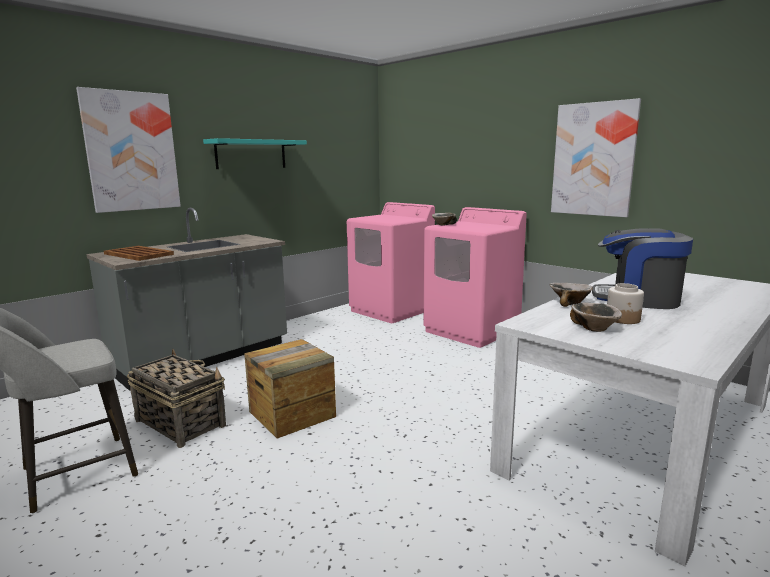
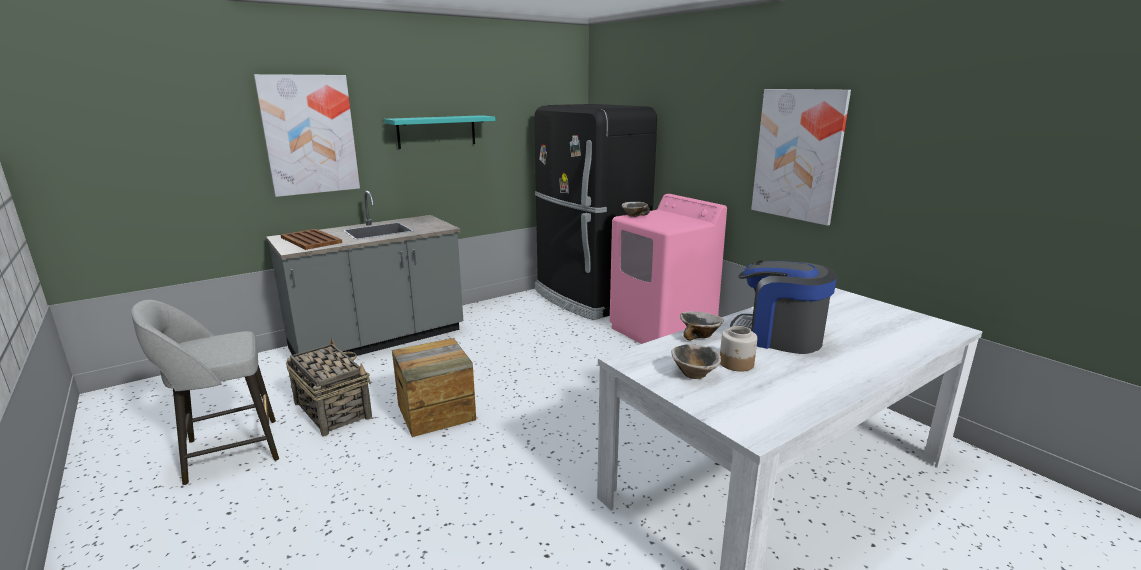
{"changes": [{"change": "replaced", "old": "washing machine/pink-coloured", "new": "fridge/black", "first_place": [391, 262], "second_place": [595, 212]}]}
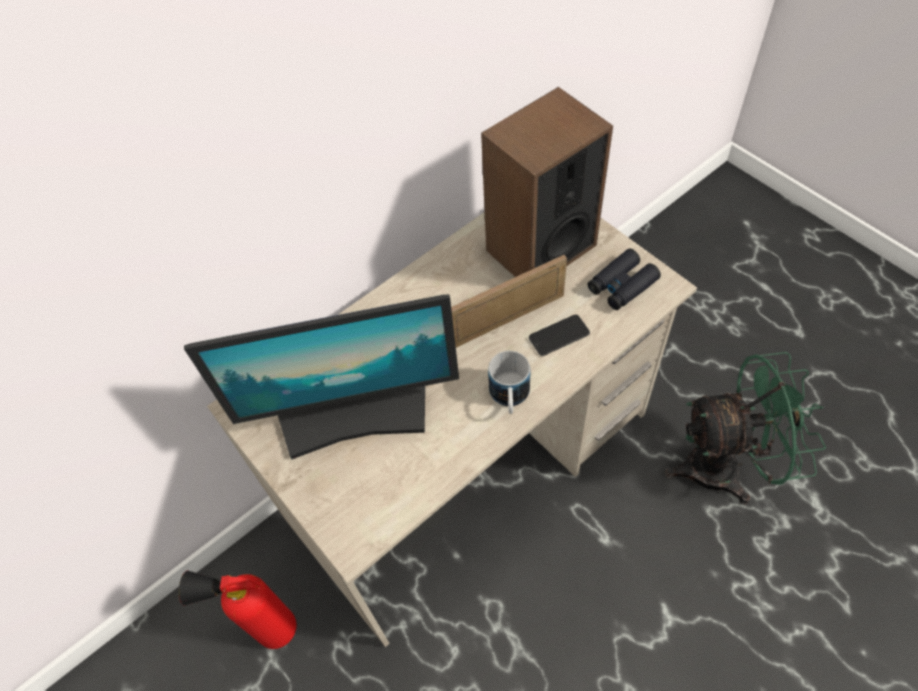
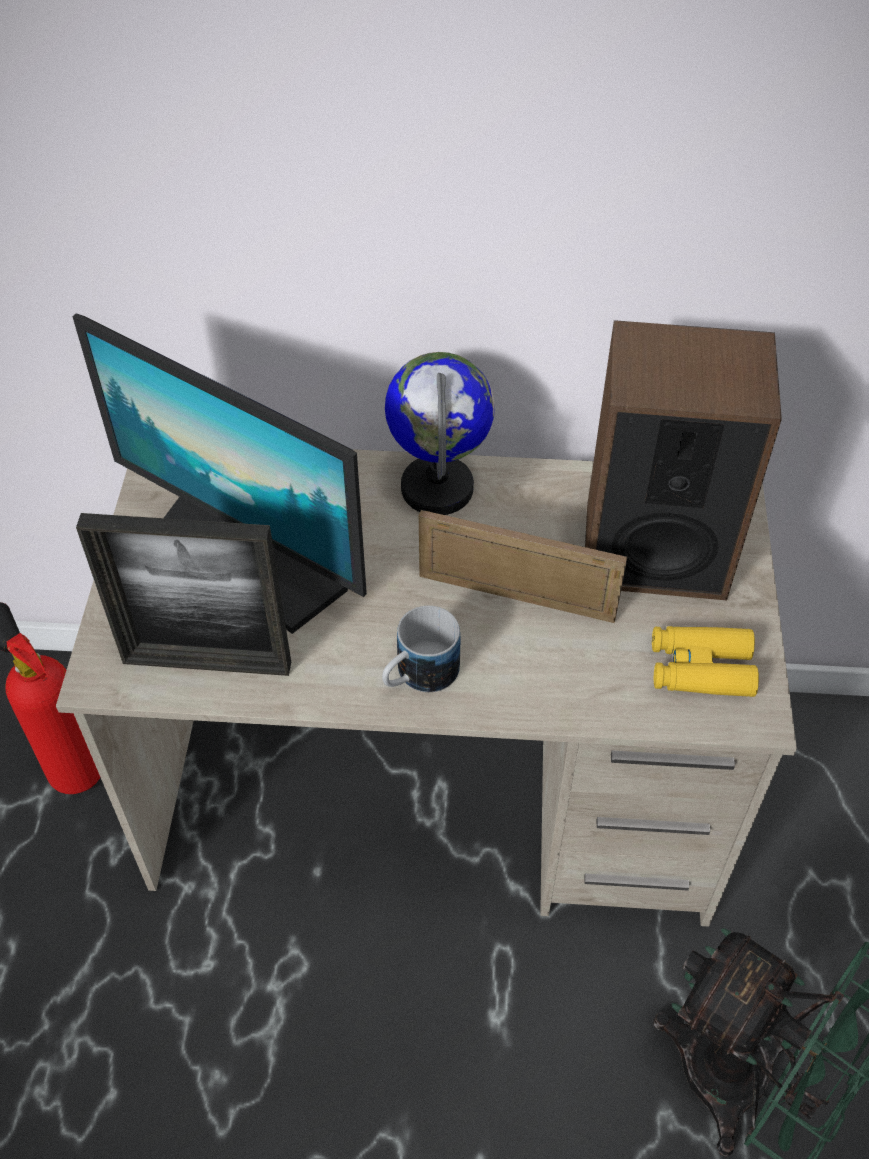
{"changes": [{"change": "removed", "old": "handset", "first_place": [559, 335]}, {"change": "recoloured", "old": "pair of binoculars/black", "new": "pair of binoculars/yellow", "first_place": [624, 279], "second_place": [705, 661]}, {"change": "added", "new": "picture frame", "second_place": [183, 594]}, {"change": "added", "new": "globe", "second_place": [440, 433]}]}
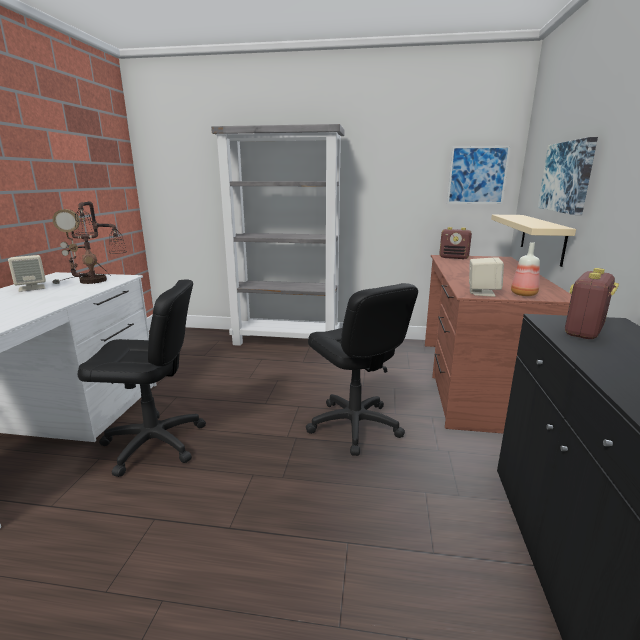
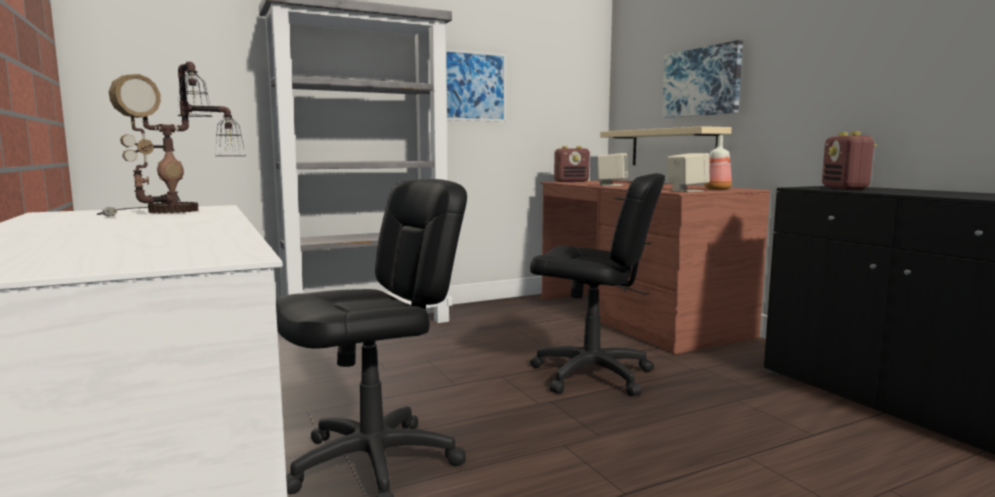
{"changes": [{"change": "moved", "old": "audio speaker/beige-coloured", "first_place": [27, 273], "second_place": [612, 169]}, {"change": "moved", "old": "wall art", "first_place": [478, 175], "second_place": [476, 85]}]}
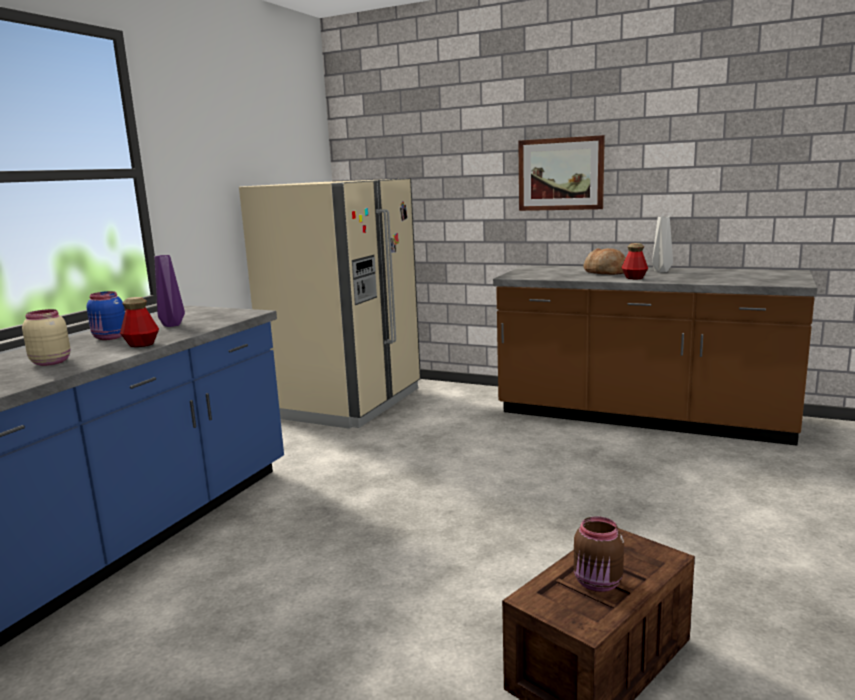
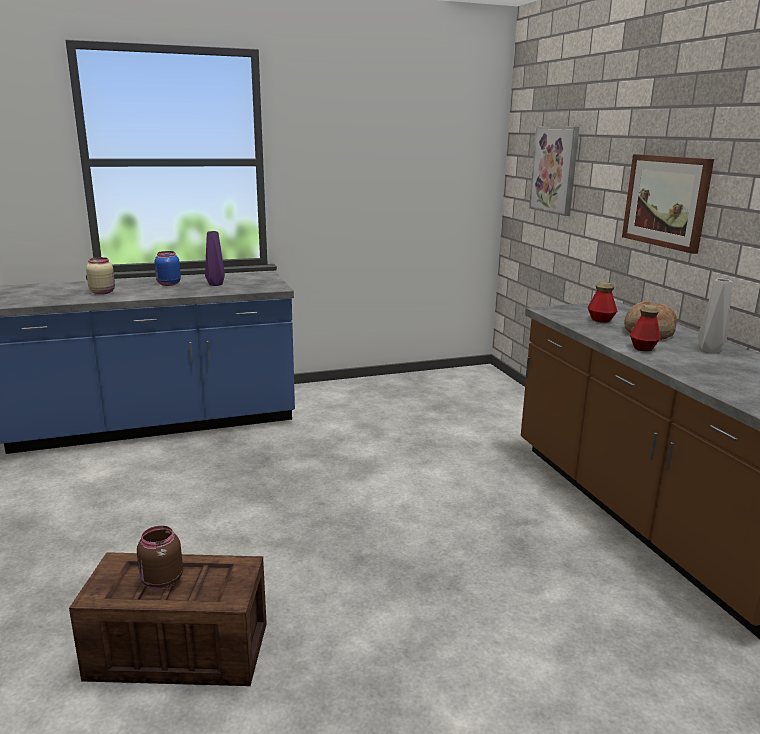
{"changes": [{"change": "moved", "old": "beverage bottle", "first_place": [139, 322], "second_place": [602, 302]}, {"change": "removed", "old": "fridge/beige-coloured", "first_place": [330, 303]}, {"change": "added", "new": "wall art", "second_place": [554, 171]}]}
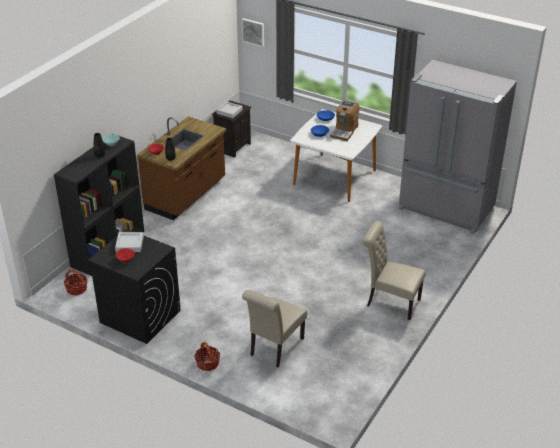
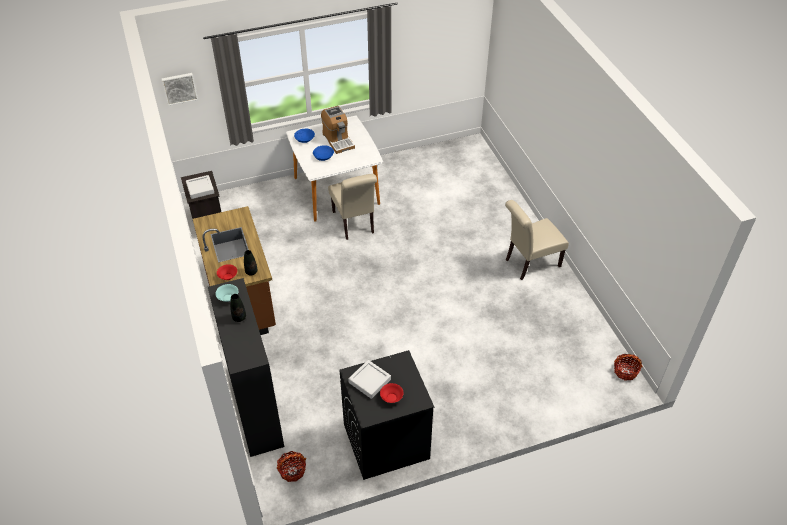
{"changes": [{"change": "moved", "old": "basket", "first_place": [207, 356], "second_place": [628, 367]}, {"change": "moved", "old": "chair/beige-coloured", "first_place": [274, 328], "second_place": [352, 207]}, {"change": "removed", "old": "fridge/greyish", "first_place": [458, 147]}]}
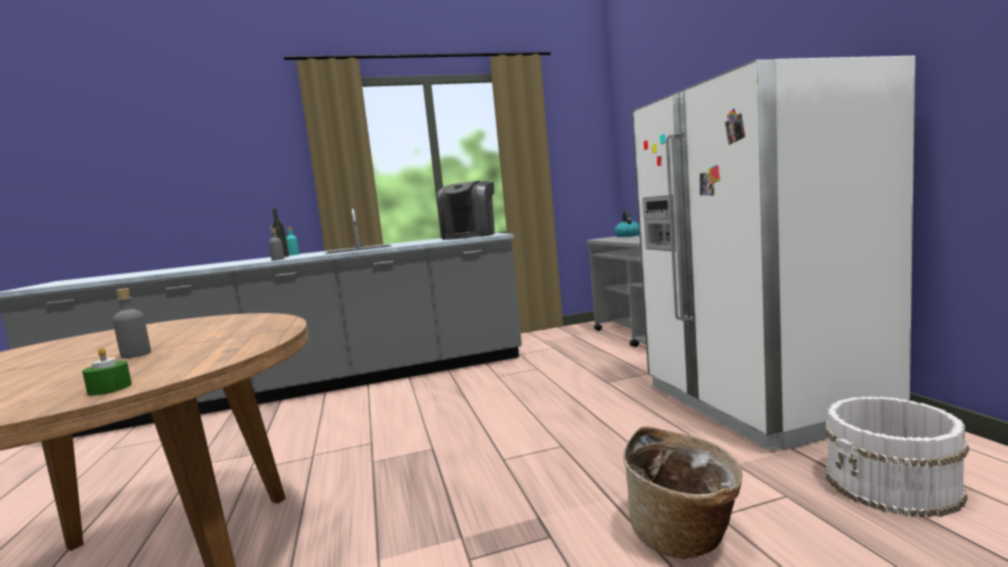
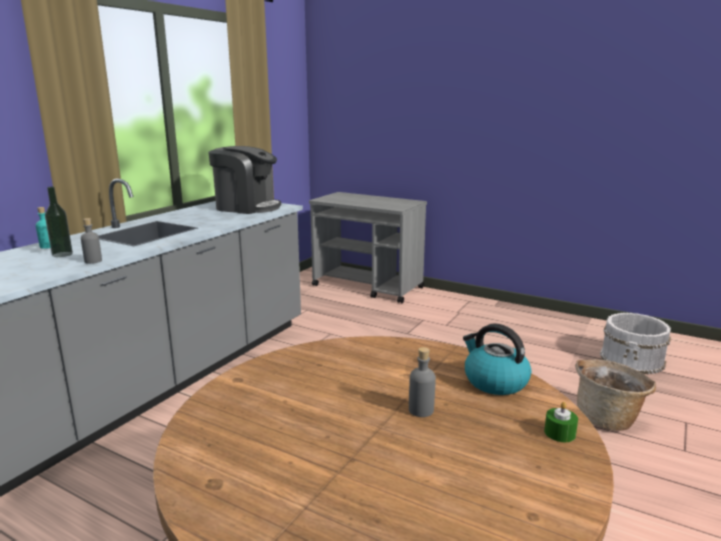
{"changes": [{"change": "turned", "old": "coffee brewer", "first_place": [466, 210], "second_place": [245, 180], "degrees": -45}, {"change": "moved", "old": "kettle", "first_place": [627, 224], "second_place": [497, 359]}, {"change": "removed", "old": "fridge/white-coloured", "first_place": [773, 253]}]}
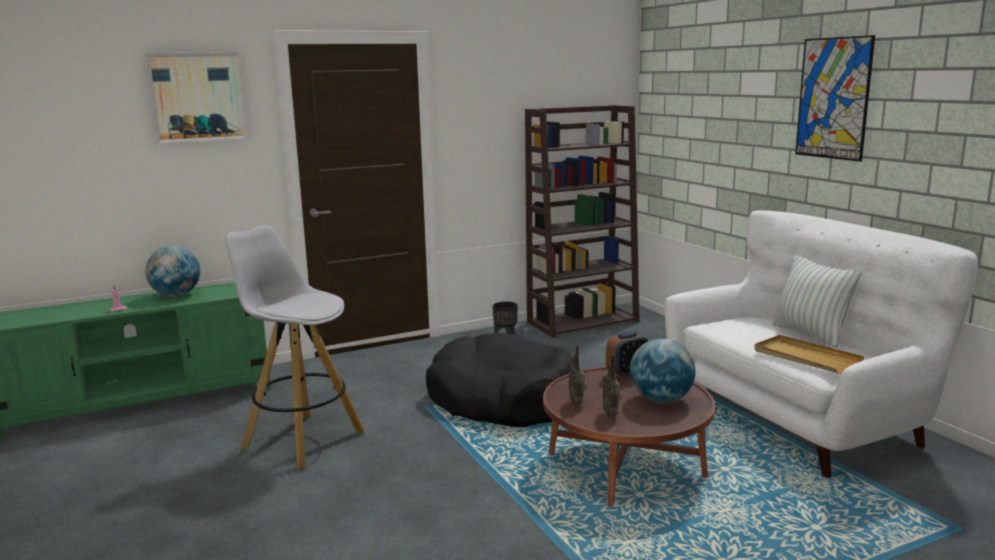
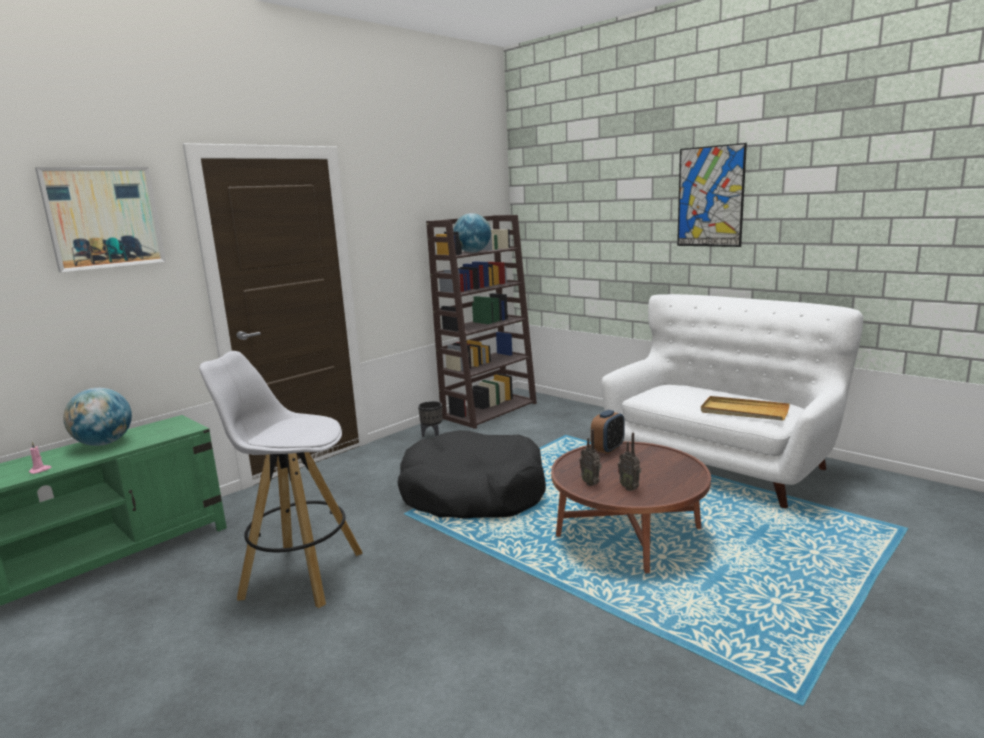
{"changes": [{"change": "moved", "old": "globe", "first_place": [663, 370], "second_place": [472, 232]}, {"change": "removed", "old": "pillow", "first_place": [817, 301]}]}
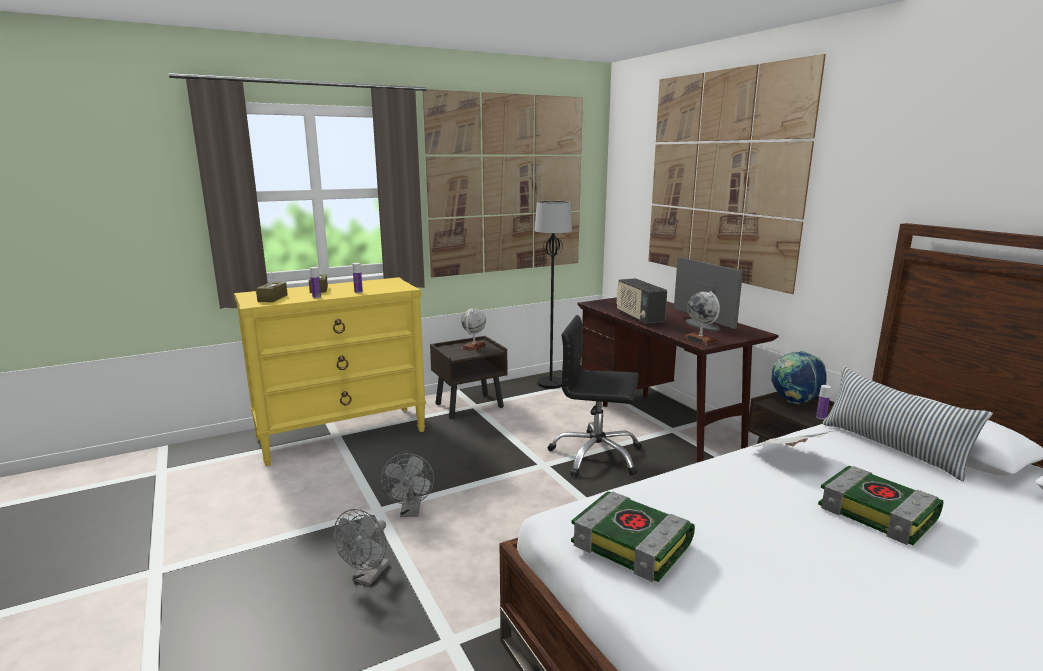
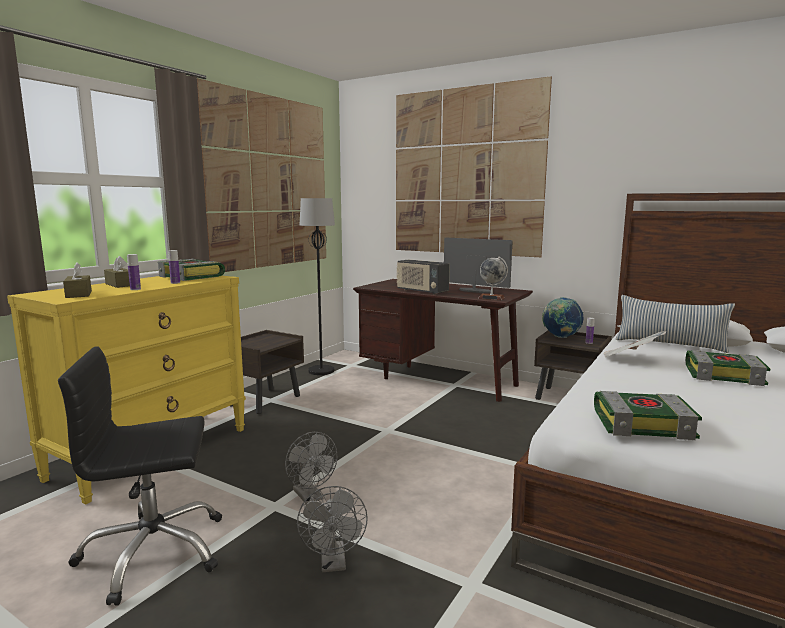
{"changes": [{"change": "removed", "old": "globe", "first_place": [473, 329]}, {"change": "moved", "old": "computer chair/black", "first_place": [595, 396], "second_place": [140, 476]}, {"change": "added", "new": "volume", "second_place": [191, 269]}]}
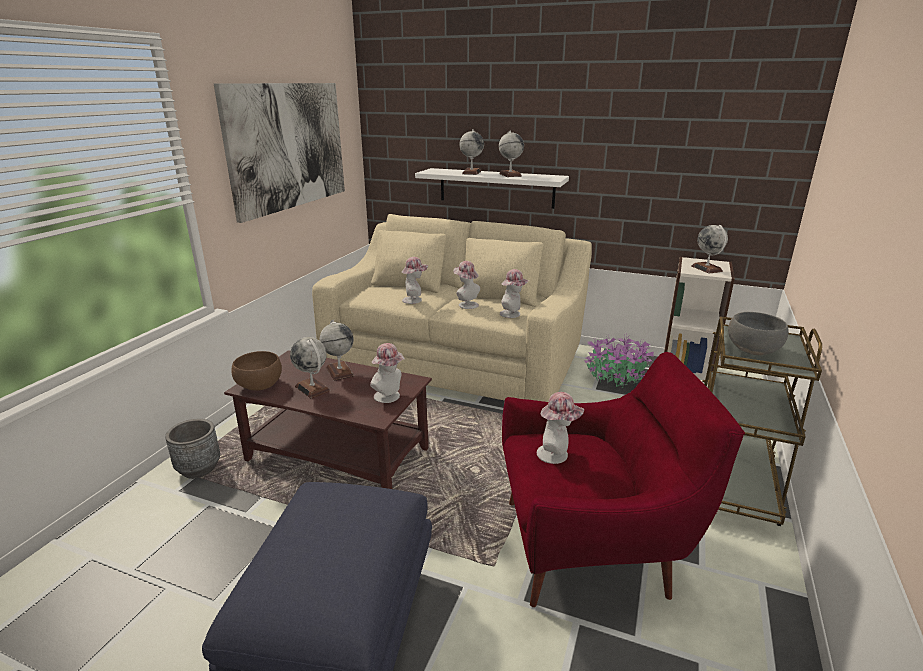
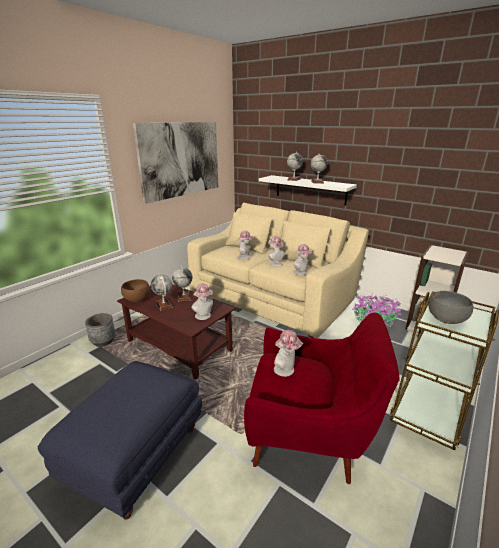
{"changes": [{"change": "removed", "old": "globe", "first_place": [710, 249]}]}
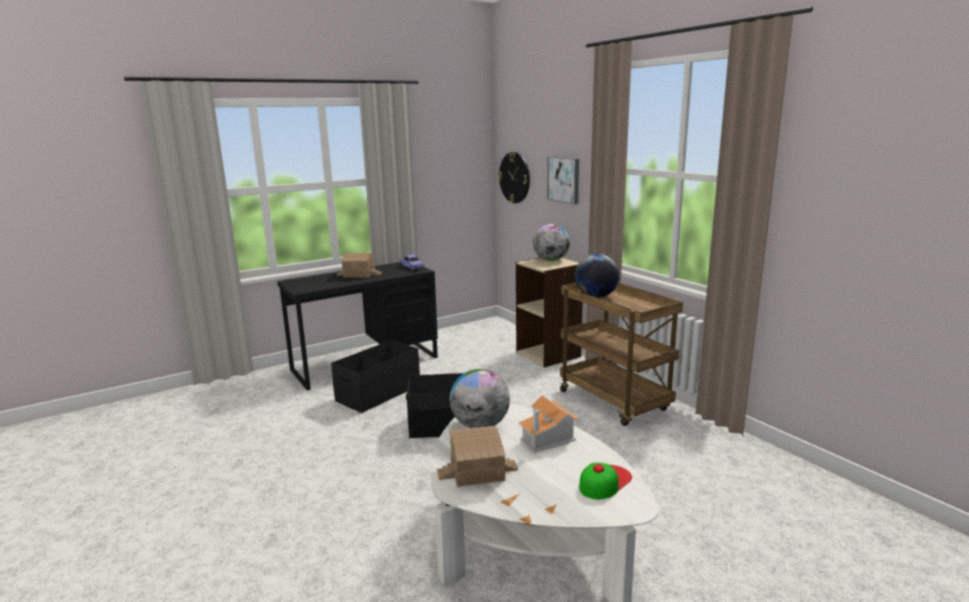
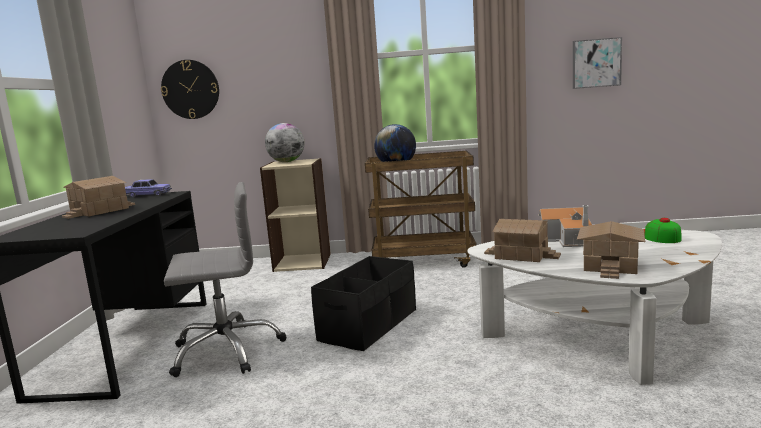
{"changes": [{"change": "replaced", "old": "storage container/black", "new": "computer chair/greyish", "first_place": [375, 376], "second_place": [225, 279]}, {"change": "replaced", "old": "globe", "new": "miniature house", "first_place": [480, 398], "second_place": [522, 240]}, {"change": "moved", "old": "wall art", "first_place": [563, 180], "second_place": [597, 63]}]}
